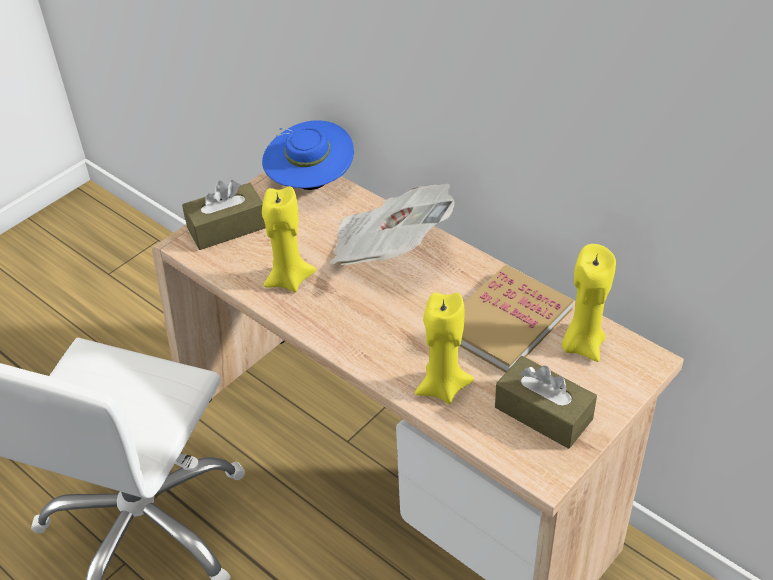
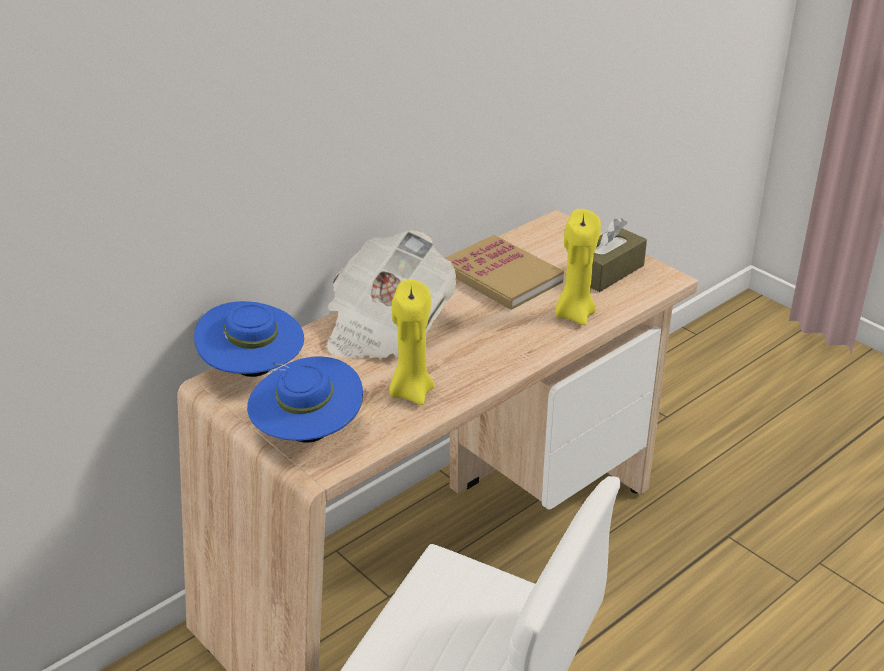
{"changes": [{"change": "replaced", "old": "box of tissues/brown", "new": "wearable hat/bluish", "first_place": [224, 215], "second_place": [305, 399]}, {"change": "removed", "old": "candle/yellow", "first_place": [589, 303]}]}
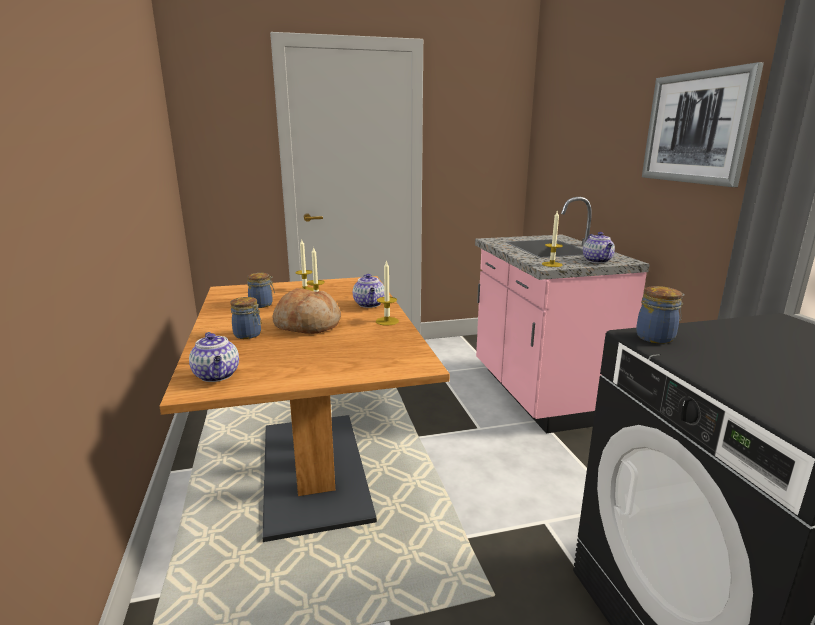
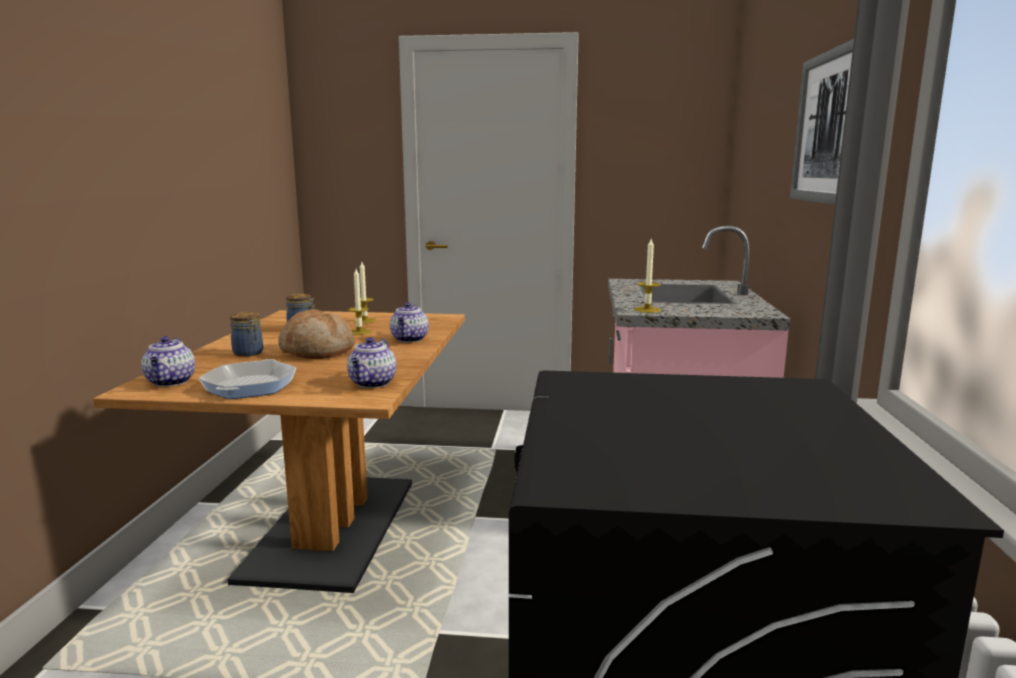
{"changes": [{"change": "removed", "old": "candle", "first_place": [387, 293]}, {"change": "moved", "old": "pot for tea", "first_place": [599, 247], "second_place": [371, 362]}, {"change": "removed", "old": "jar", "first_place": [660, 315]}, {"change": "added", "new": "pan", "second_place": [247, 379]}]}
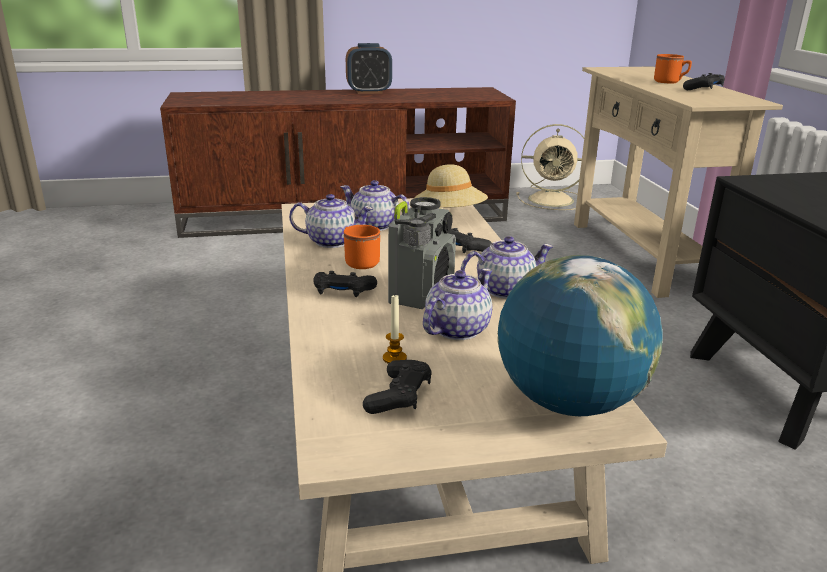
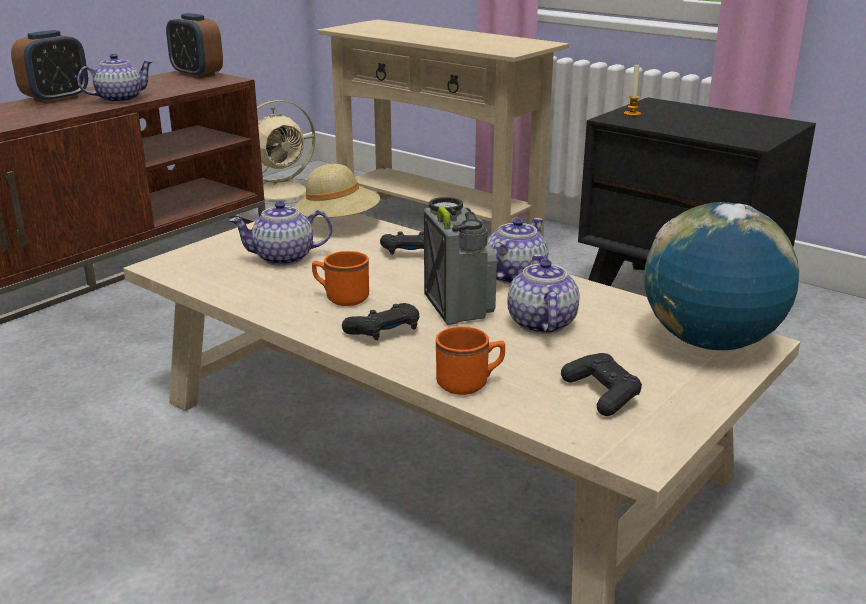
{"changes": [{"change": "moved", "old": "pot for tea", "first_place": [331, 221], "second_place": [115, 78]}, {"change": "moved", "old": "candle", "first_place": [395, 329], "second_place": [632, 90]}, {"change": "moved", "old": "coffee mug/orange", "first_place": [673, 68], "second_place": [470, 360]}, {"change": "removed", "old": "joypad/black", "first_place": [704, 81]}, {"change": "added", "new": "bedside clock", "second_place": [194, 46]}]}
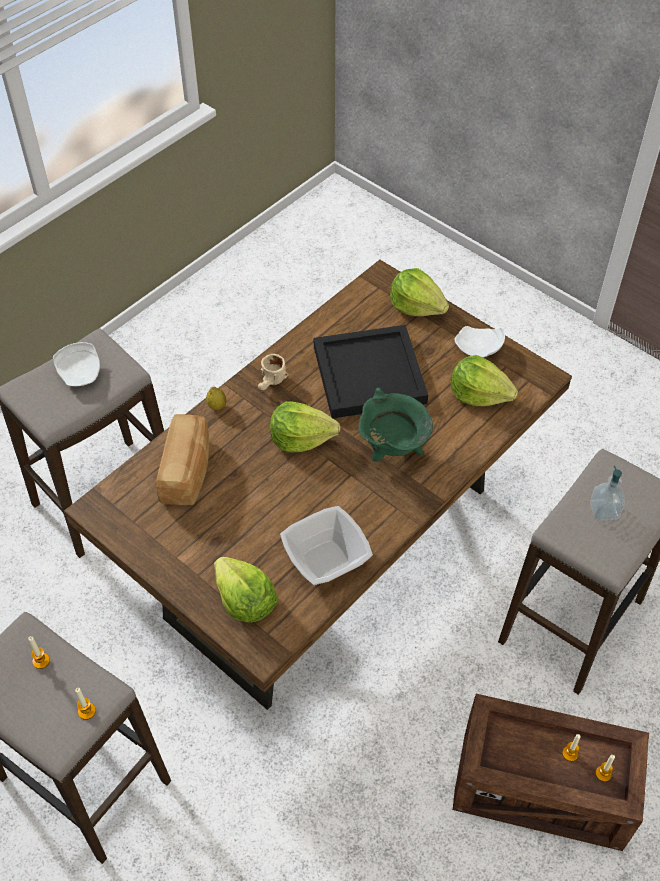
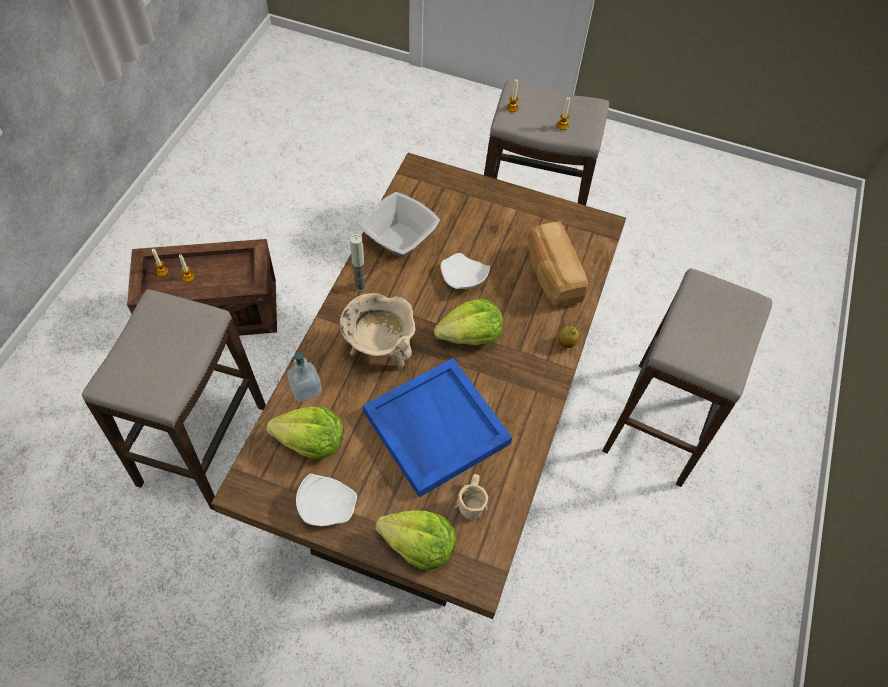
{"changes": [{"change": "moved", "old": "plate/white-coloured", "first_place": [76, 364], "second_place": [465, 271]}, {"change": "removed", "old": "head of lettuce", "first_place": [245, 590]}, {"change": "moved", "old": "coffee mug/beige-coloured", "first_place": [273, 372], "second_place": [471, 497]}, {"change": "recoloured", "old": "serving tray/black", "new": "serving tray/bluish", "first_place": [371, 371], "second_place": [437, 427]}, {"change": "recoloured", "old": "cooking pot/greenish", "new": "cooking pot/beige-coloured", "first_place": [395, 425], "second_place": [377, 331]}, {"change": "moved", "old": "liquid soap bottle", "first_place": [607, 493], "second_place": [304, 377]}, {"change": "added", "new": "candle", "second_place": [358, 263]}]}
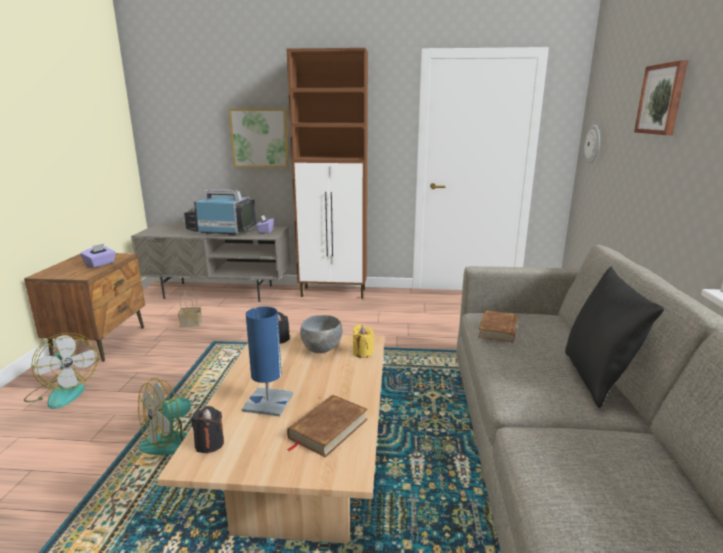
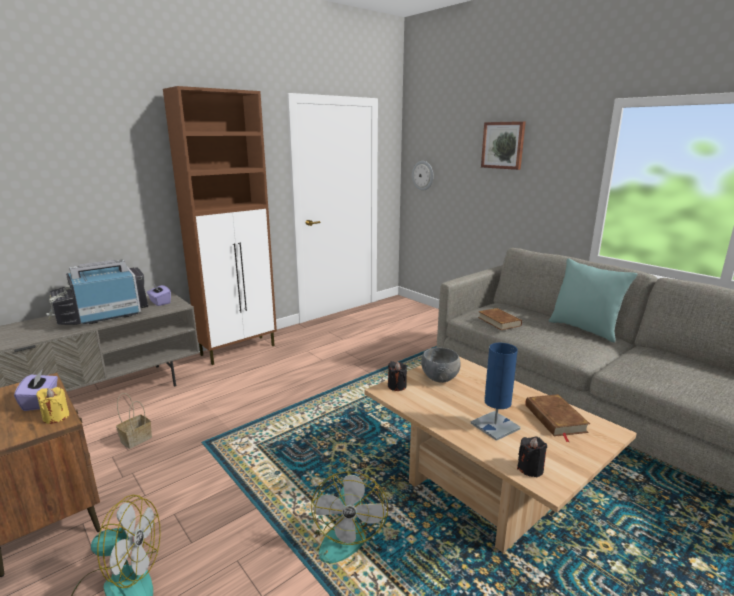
{"changes": [{"change": "removed", "old": "wall art", "first_place": [259, 138]}, {"change": "moved", "old": "candle/yellow", "first_place": [363, 341], "second_place": [52, 405]}, {"change": "recoloured", "old": "pillow/black", "new": "pillow/turquoise", "first_place": [614, 337], "second_place": [593, 300]}]}
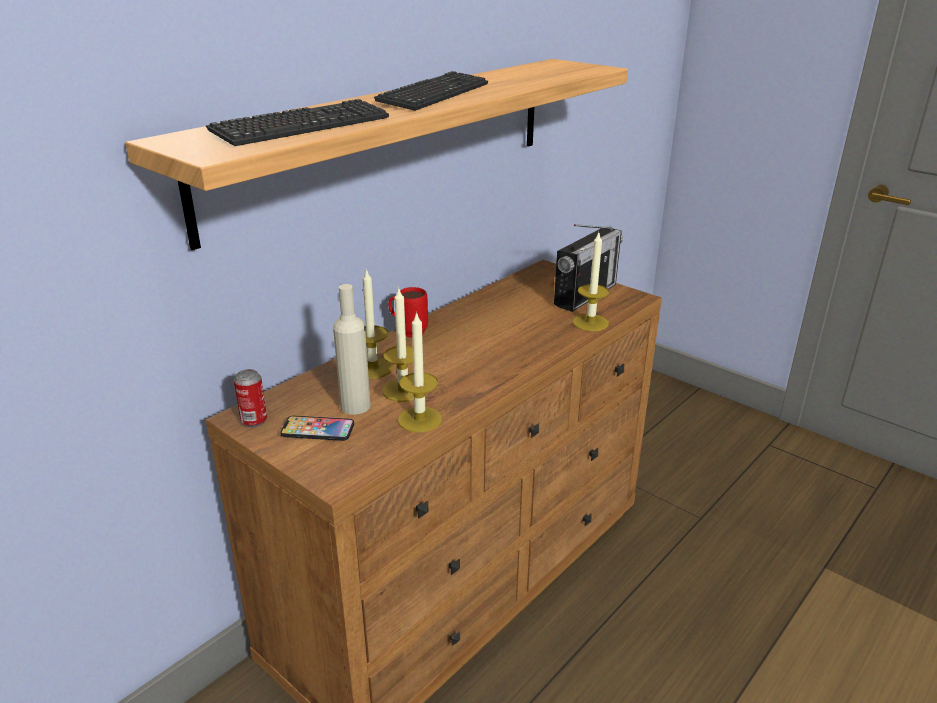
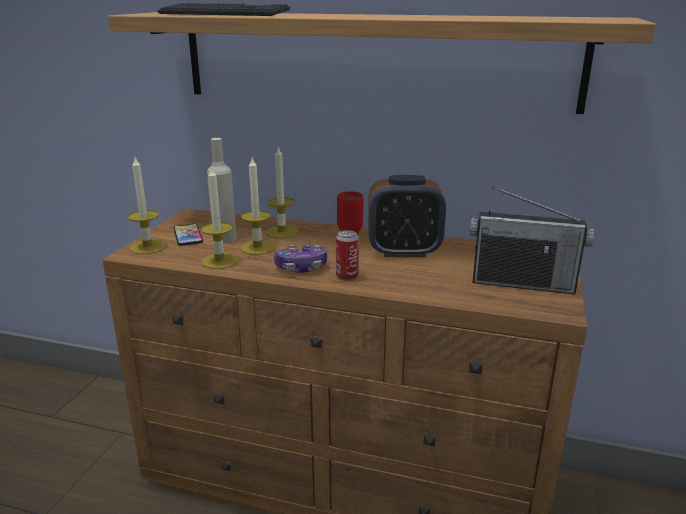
{"changes": [{"change": "moved", "old": "metal can", "first_place": [250, 398], "second_place": [347, 255]}, {"change": "removed", "old": "keyboard", "first_place": [431, 91]}, {"change": "moved", "old": "candle", "first_place": [591, 282], "second_place": [147, 205]}, {"change": "added", "new": "joypad", "second_place": [300, 259]}, {"change": "added", "new": "bedside clock", "second_place": [407, 216]}]}
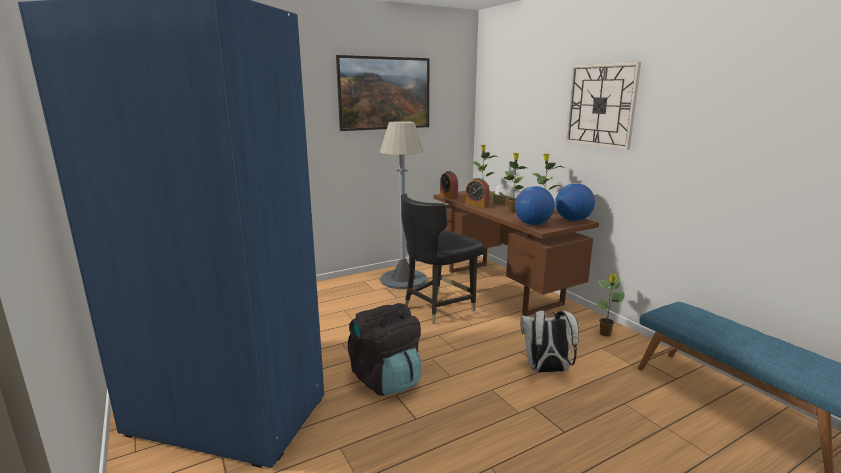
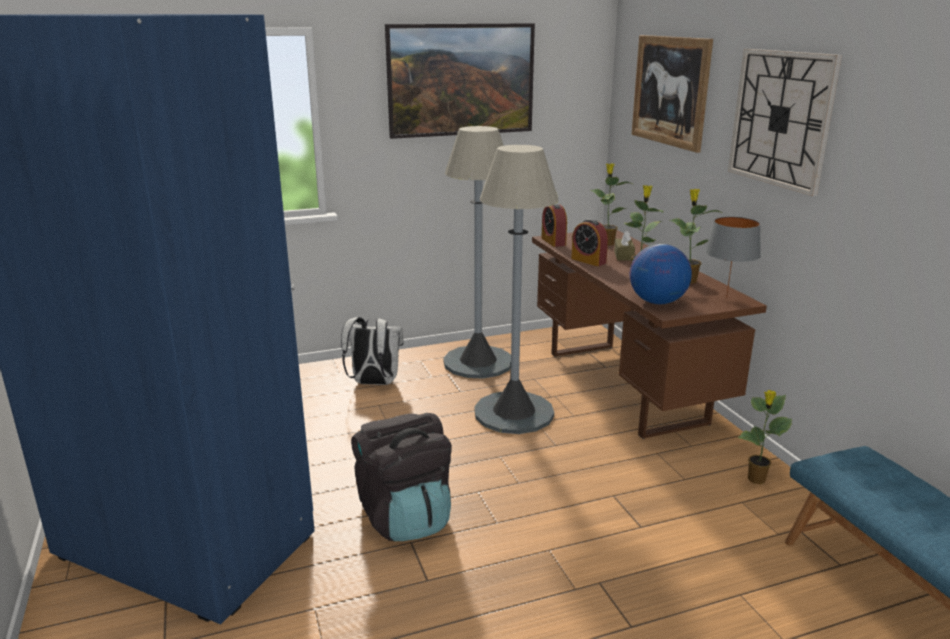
{"changes": [{"change": "replaced", "old": "chair/black", "new": "floor lamp/greyish", "first_place": [442, 259], "second_place": [516, 289]}, {"change": "moved", "old": "rucksack/white-coloured", "first_place": [550, 341], "second_place": [372, 351]}, {"change": "replaced", "old": "globe", "new": "lamp for a table/greyish", "first_place": [575, 202], "second_place": [733, 257]}, {"change": "added", "new": "wall art", "second_place": [672, 94]}]}
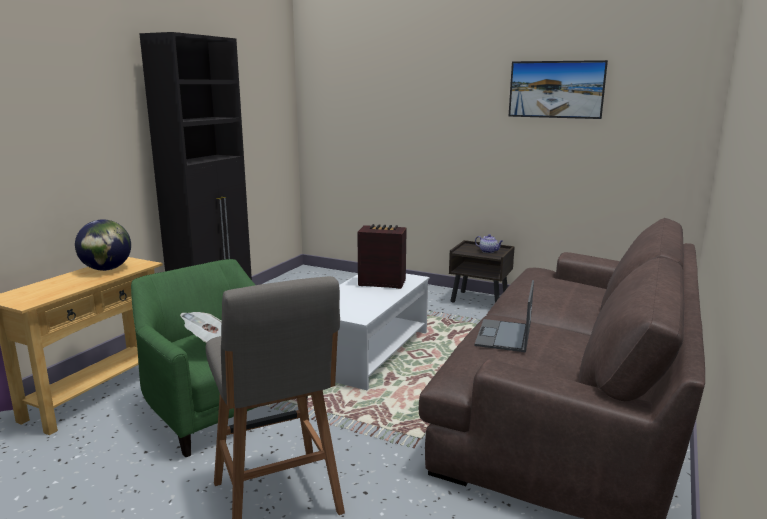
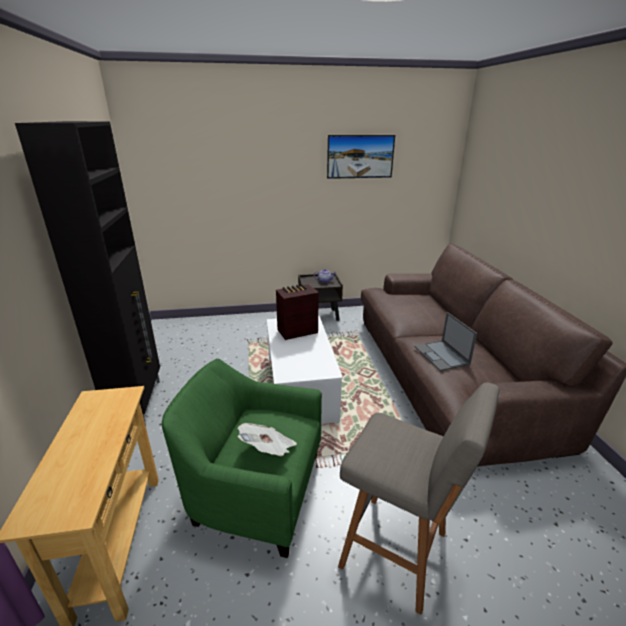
{"changes": [{"change": "removed", "old": "globe", "first_place": [103, 245]}]}
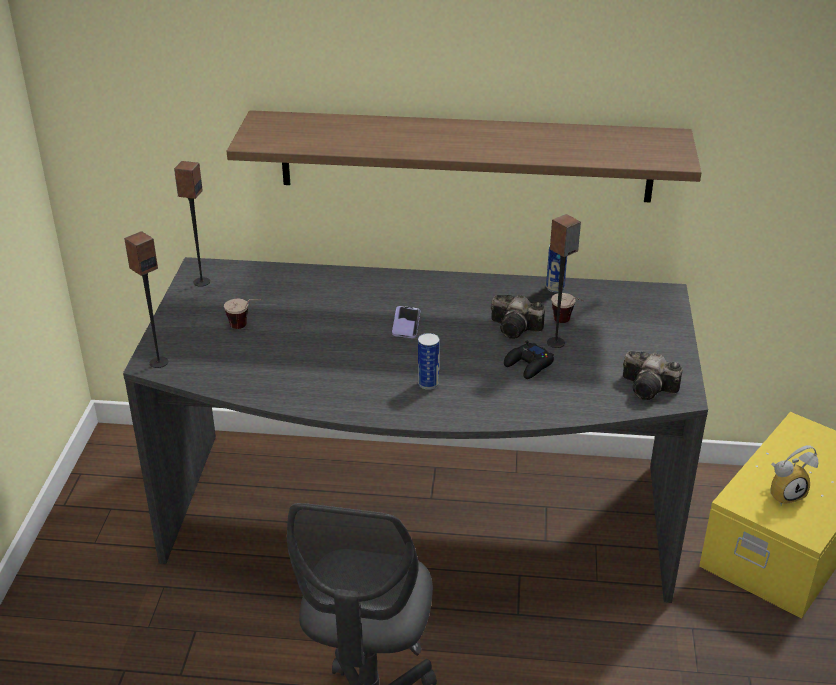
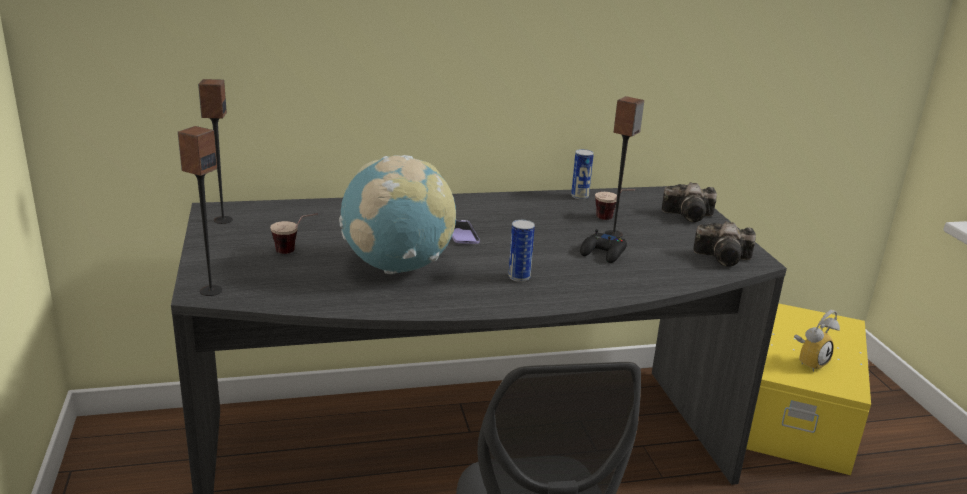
{"changes": [{"change": "removed", "old": "wall shelf", "first_place": [464, 156]}, {"change": "moved", "old": "photo camera", "first_place": [518, 317], "second_place": [689, 202]}, {"change": "added", "new": "globe", "second_place": [397, 214]}]}
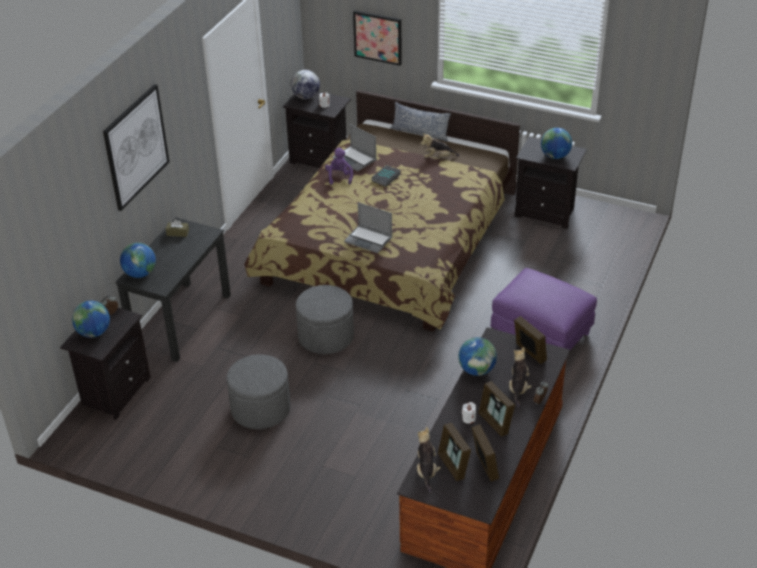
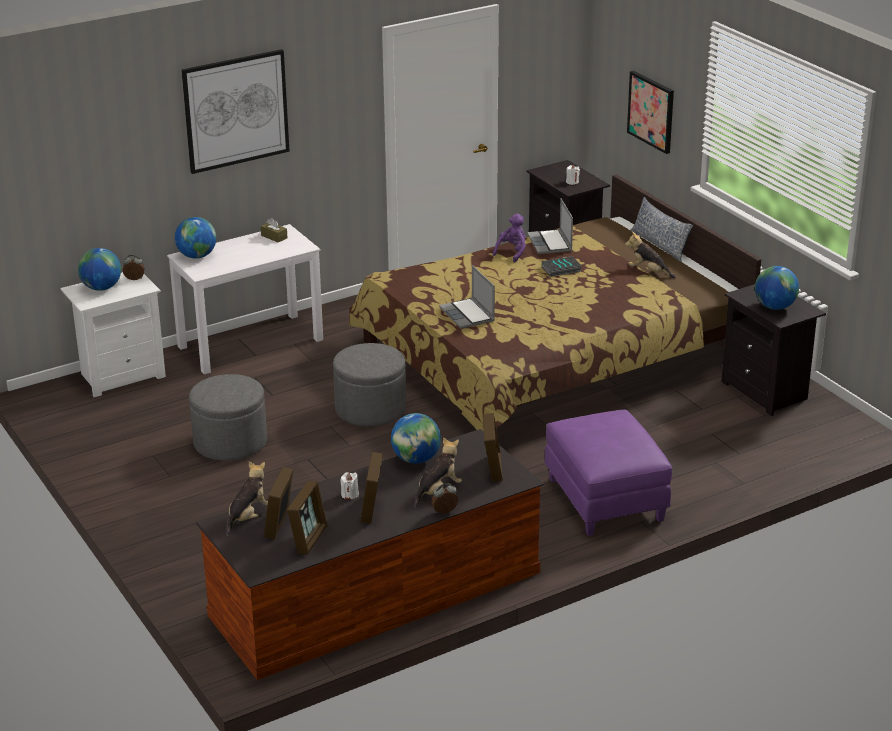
{"changes": [{"change": "recoloured", "old": "nightstand/black", "new": "nightstand/white-coloured", "first_place": [105, 364], "second_place": [113, 334]}, {"change": "recoloured", "old": "desk unit/black", "new": "desk unit/white-coloured", "first_place": [173, 289], "second_place": [245, 299]}, {"change": "removed", "old": "globe", "first_place": [305, 84]}]}
